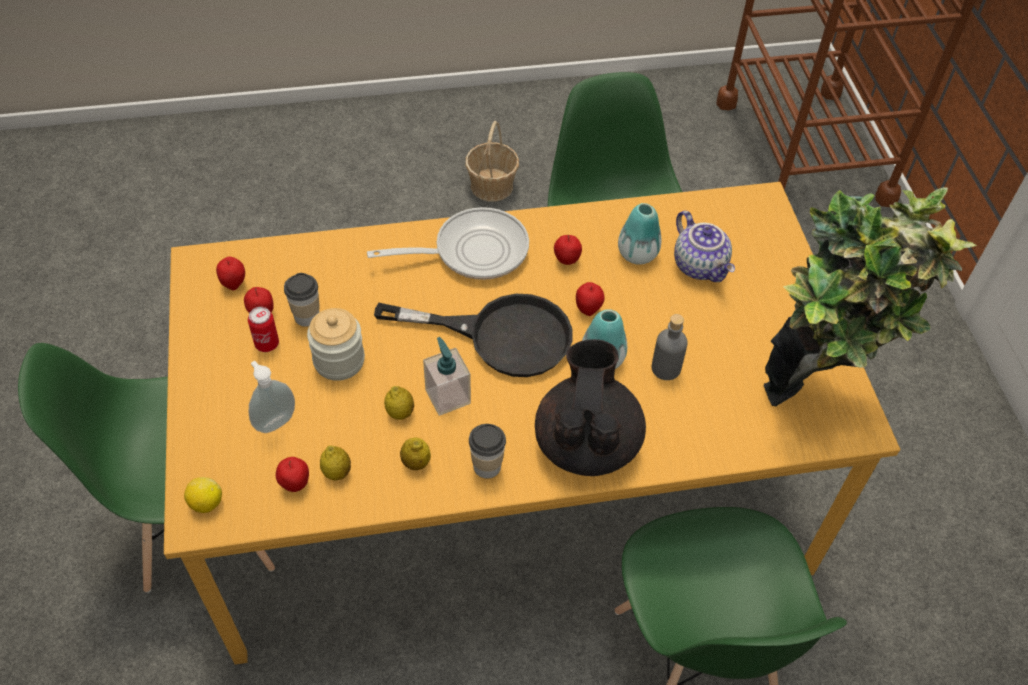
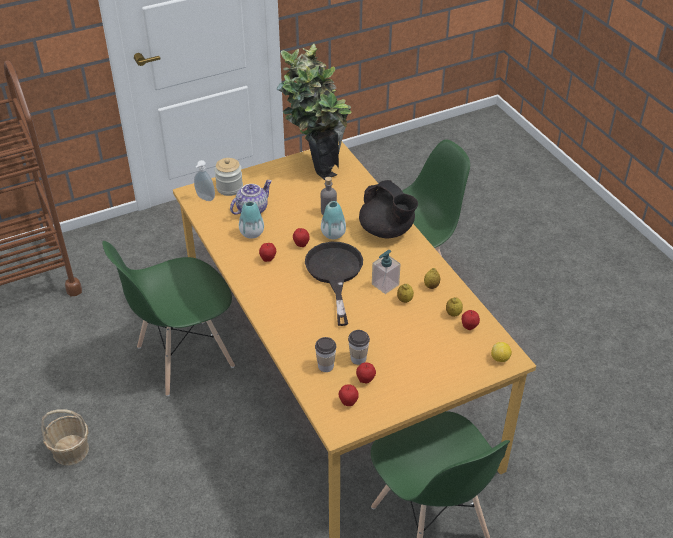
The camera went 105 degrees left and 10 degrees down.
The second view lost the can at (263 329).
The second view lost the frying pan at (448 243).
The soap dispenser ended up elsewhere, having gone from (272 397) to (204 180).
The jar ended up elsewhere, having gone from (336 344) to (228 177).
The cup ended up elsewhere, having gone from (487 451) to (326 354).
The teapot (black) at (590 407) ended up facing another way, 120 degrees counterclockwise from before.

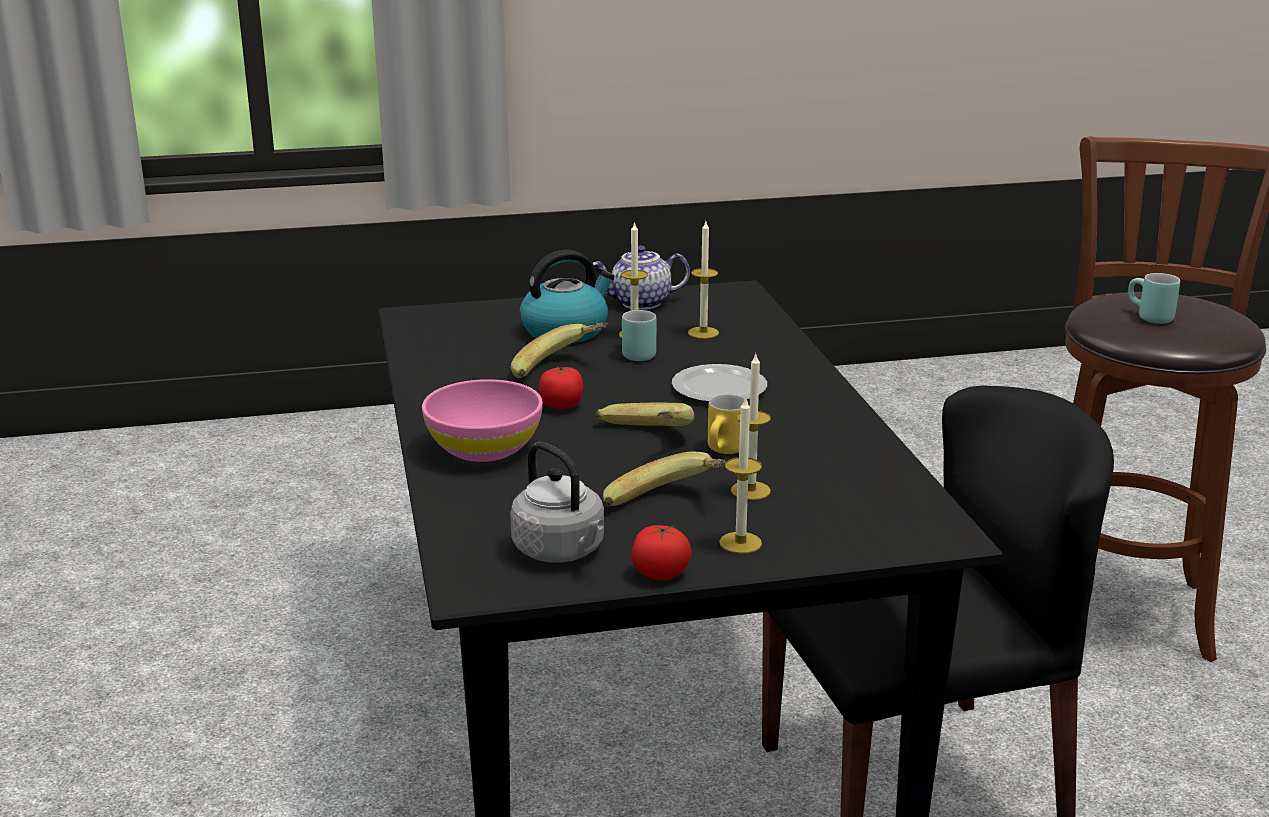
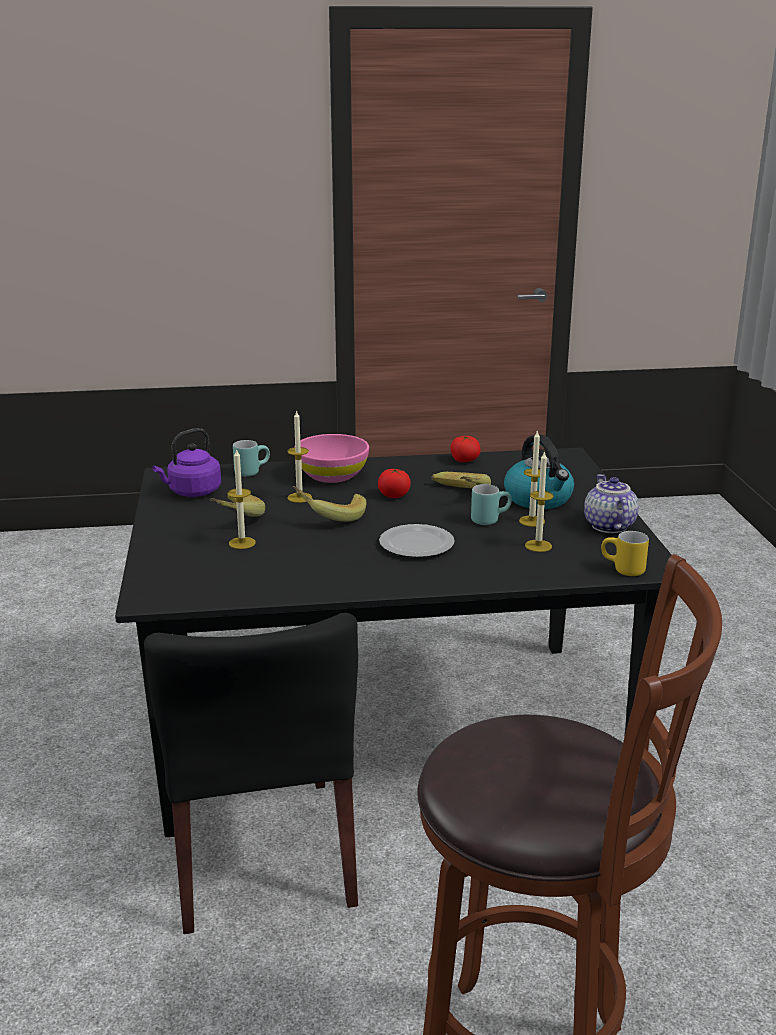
The camera went 95 degrees right and 0 degrees up.
The tomato ended up elsewhere, having gone from (661 552) to (466 449).
The mug (yellow) ended up elsewhere, having gone from (728 424) to (625 553).
The candle ended up elsewhere, having gone from (740 475) to (299 456).
The mug (turquoise) ended up elsewhere, having gone from (1154 298) to (251 458).
What was the kettle (grey) at (557 502) turned into the kettle (purple) at (186 462).

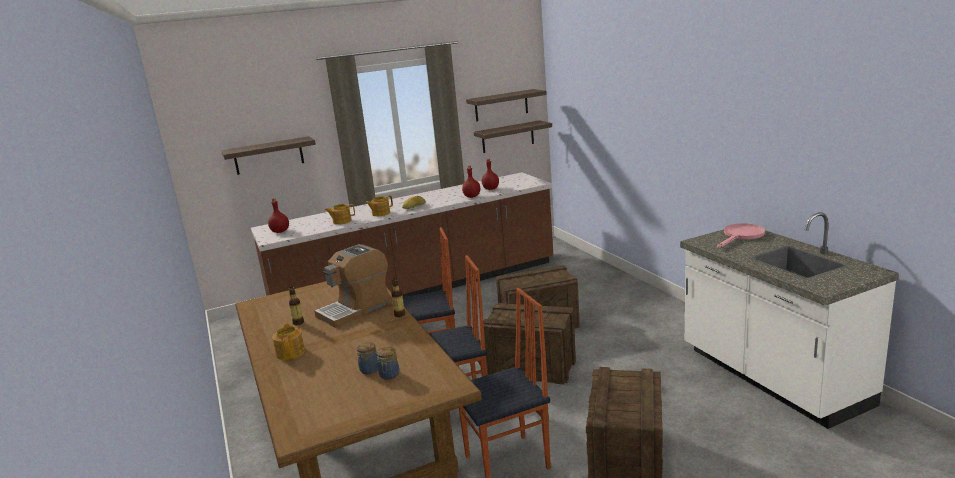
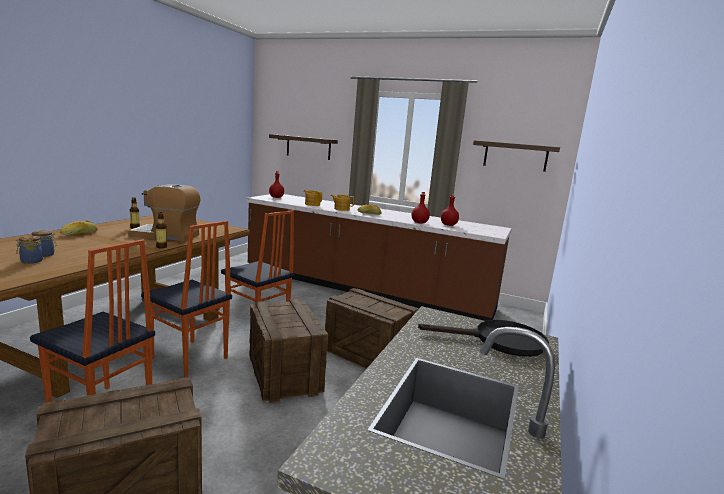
The camera went 45 degrees right and 5 degrees down.
The second view lost the shelf at (513 136).
Where the teapot stood at (288 341), the bread came to stand at (79 228).
What was the frying pan (pink) at (741 235) turned into the frying pan (black) at (483 338).

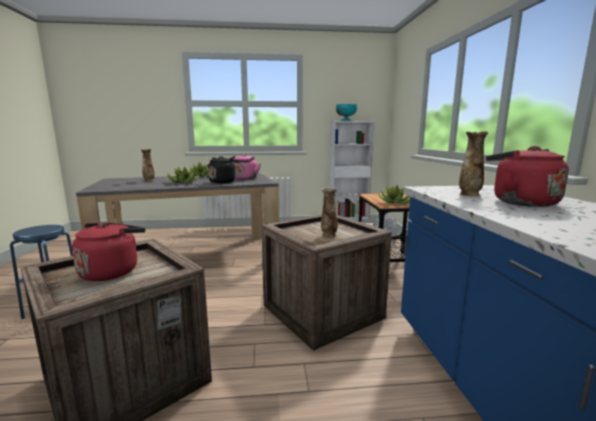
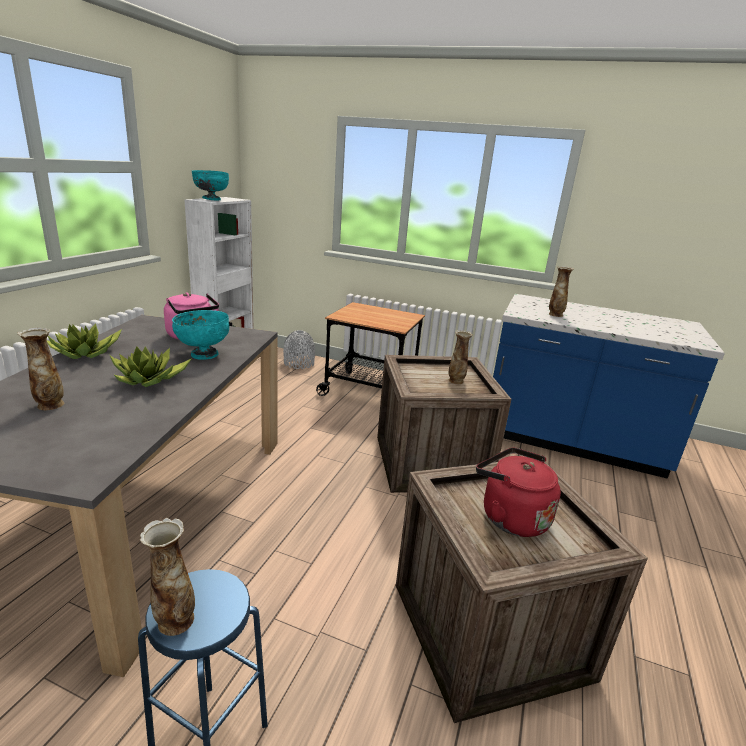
The camera went 65 degrees left and 10 degrees up.
The second view lost the potted plant at (393 194).
The second view lost the kettle (red) at (527 176).
The second view gained the vase at (167 577).
Where the kettle (black) stood at (223 169), the bowl (turquoise) came to stand at (200 335).

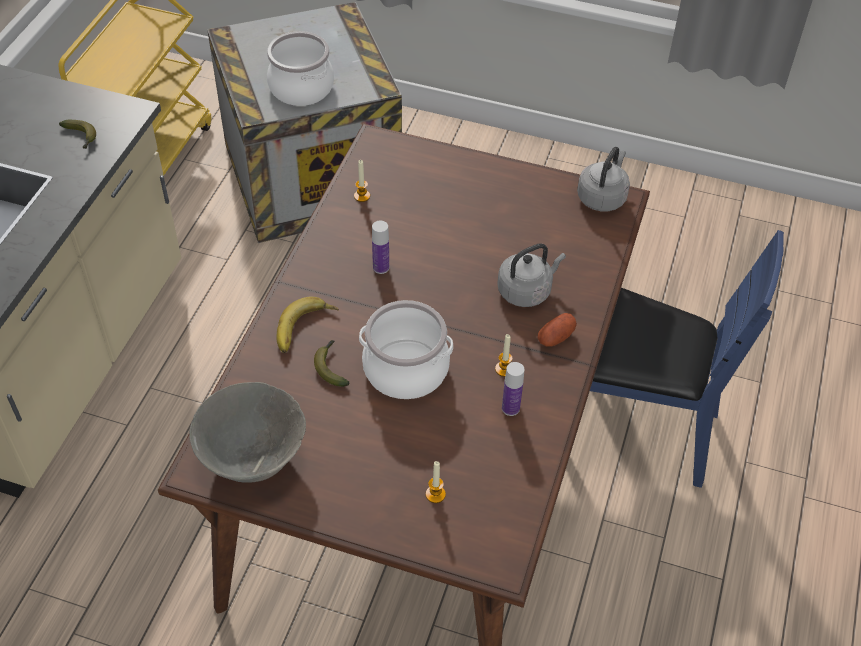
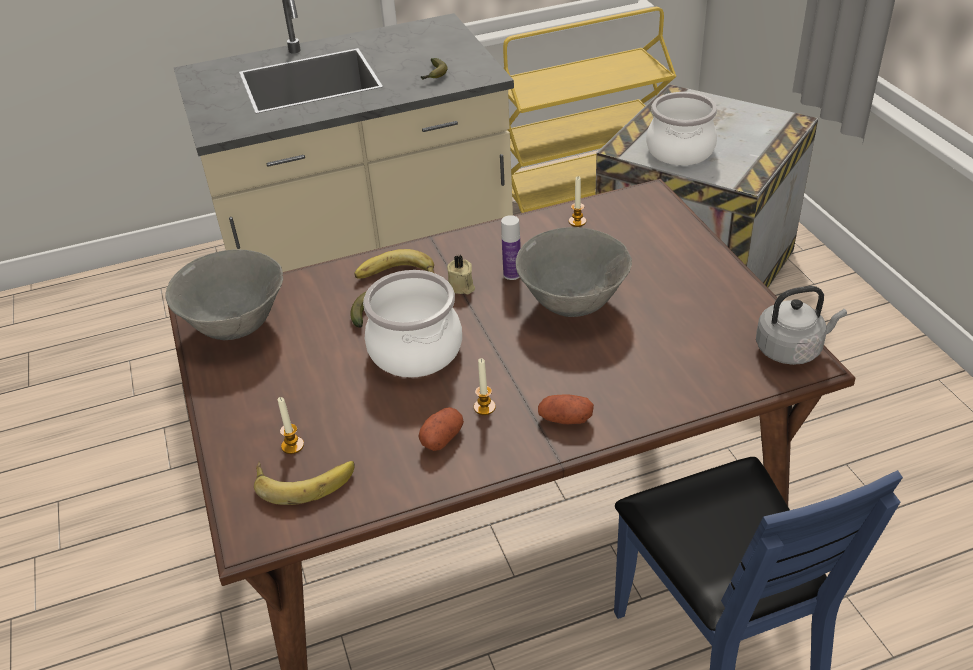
The camera went 55 degrees right and 10 degrees down.
The second view lost the kettle (grey) at (531 275).
The second view gained the banana at (304 483).
The second view gained the candle (beige) at (461 274).
The second view gained the bowl (grey) at (574 272).
Where the bottle stood at (513 389), the potato came to stand at (441 429).

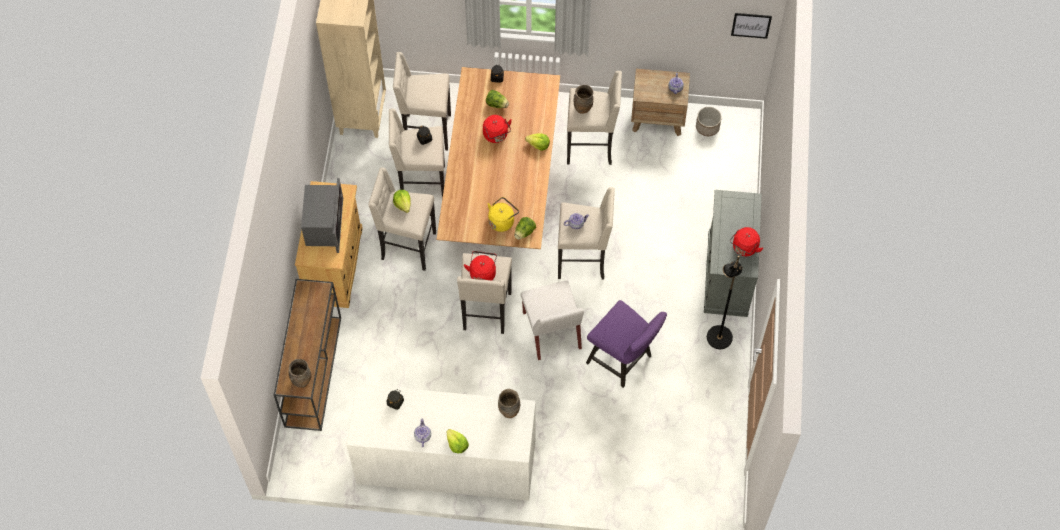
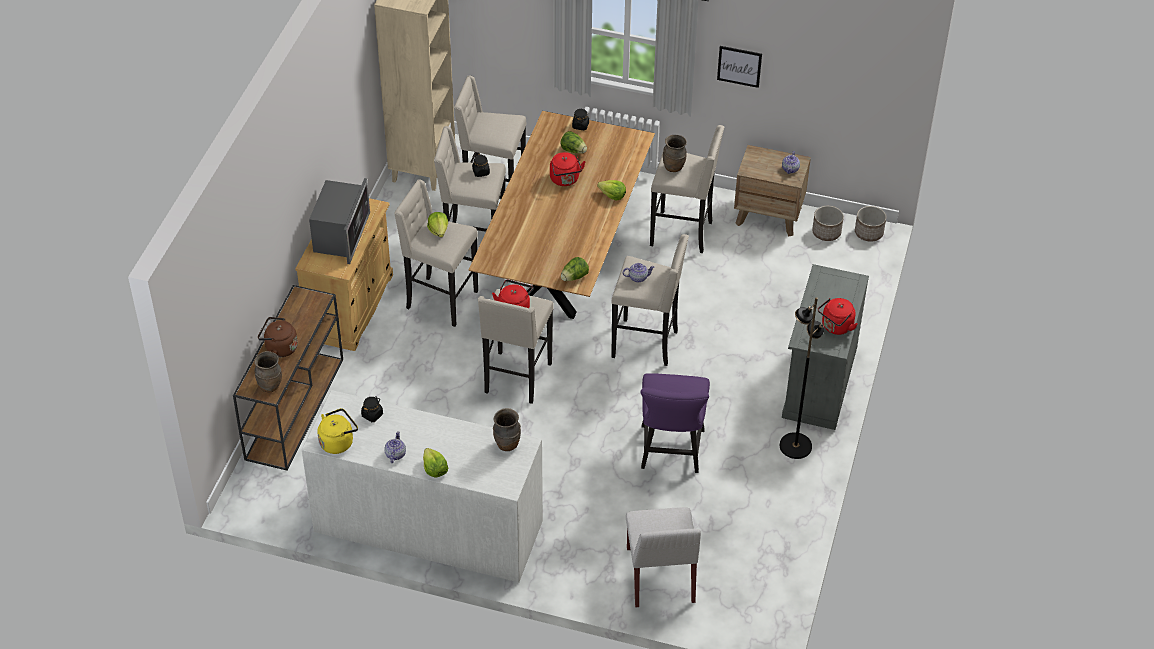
The camera went 10 degrees right and 15 degrees down.
The second view gained the kettle (brown) at (278 337).
The second view gained the planter at (870 224).
The kettle (yellow) ended up elsewhere, having gone from (503 214) to (338 431).
The chair (white) ended up elsewhere, having gone from (552 320) to (663 557).
The picture ended up elsewhere, having gone from (751 26) to (739 67).
The chair (purple) at (626 344) ended up facing another way, 45 degrees clockwise from before.

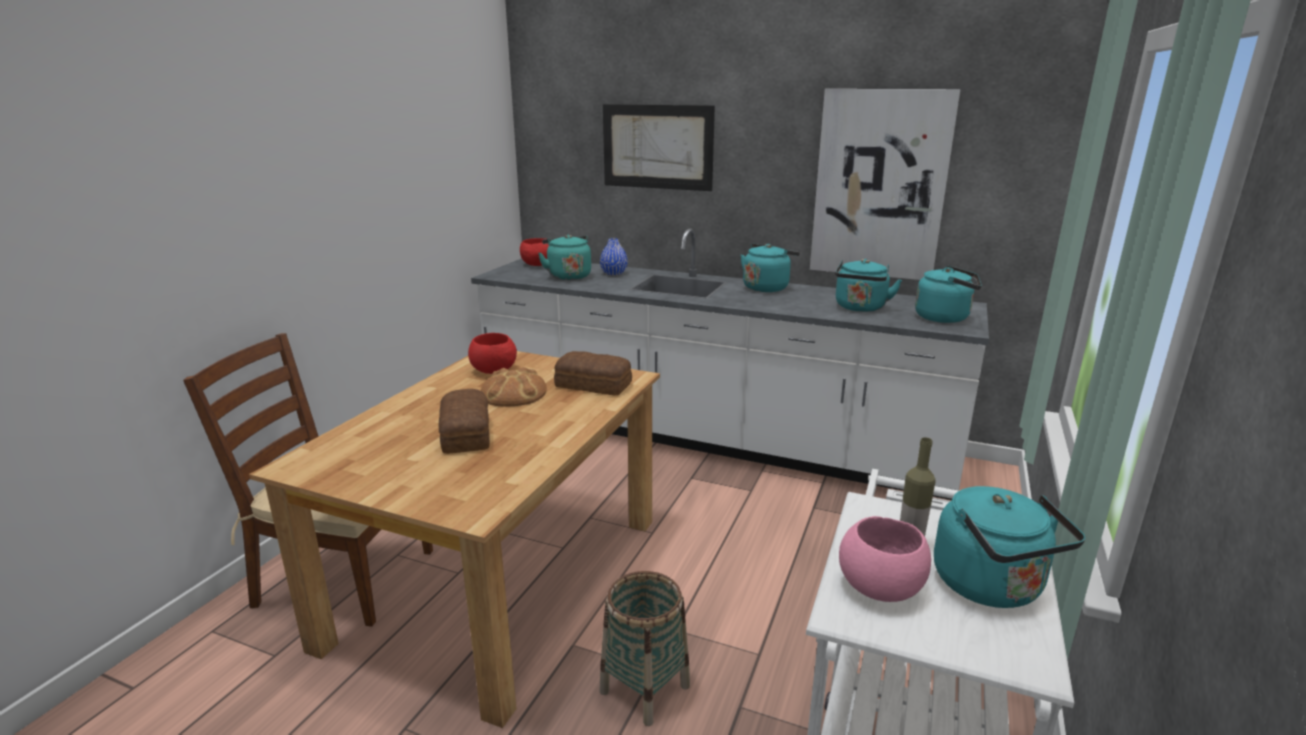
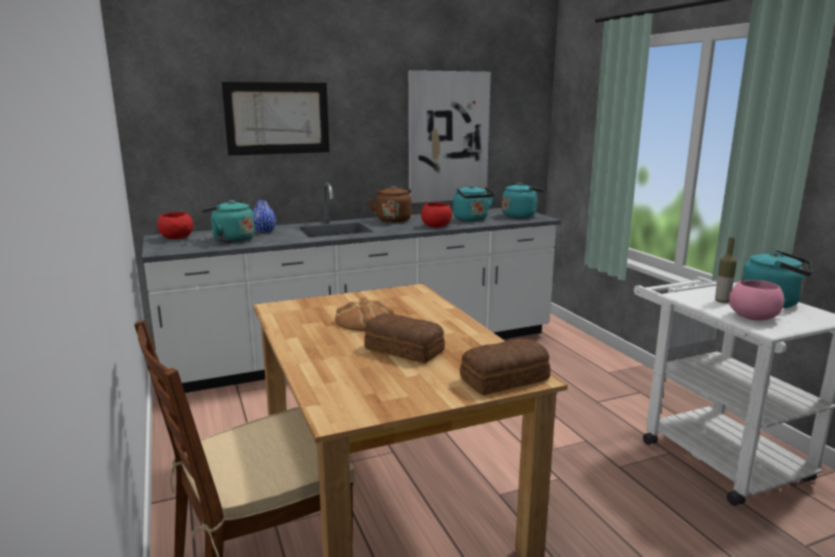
The camera went 45 degrees left and 5 degrees down.
The second view lost the basket at (644 648).
The bowl (red) ended up elsewhere, having gone from (492 353) to (436 215).
The bread ended up elsewhere, having gone from (593 373) to (505 367).
What was the kettle (turquoise) at (770 268) turned into the kettle (brown) at (390 204).

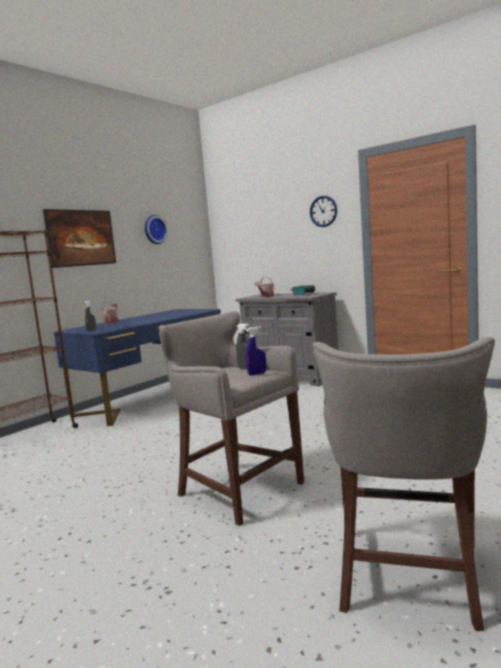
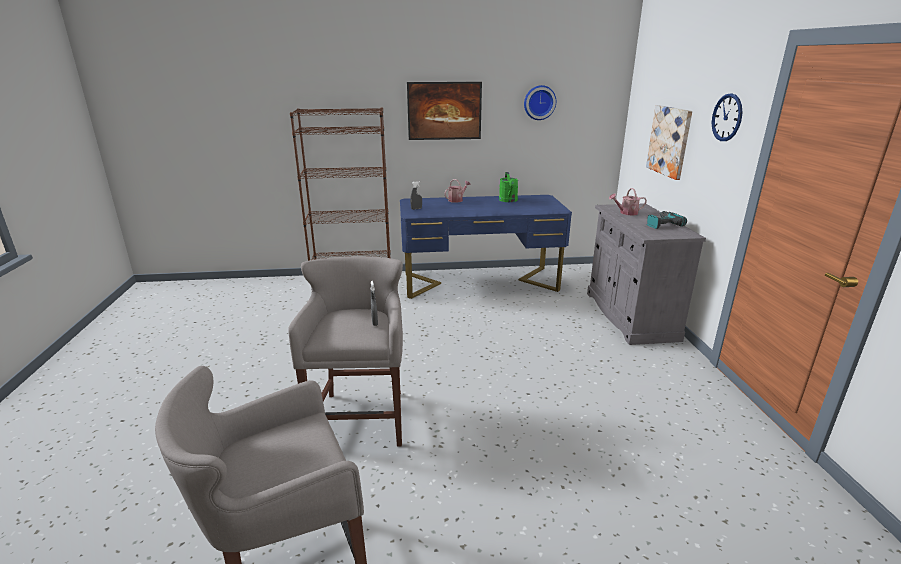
The camera went 45 degrees right and 15 degrees up.
The second view lost the spray bottle (blue) at (256 351).
The second view gained the watering can (green) at (508 187).
The second view gained the picture at (669 142).

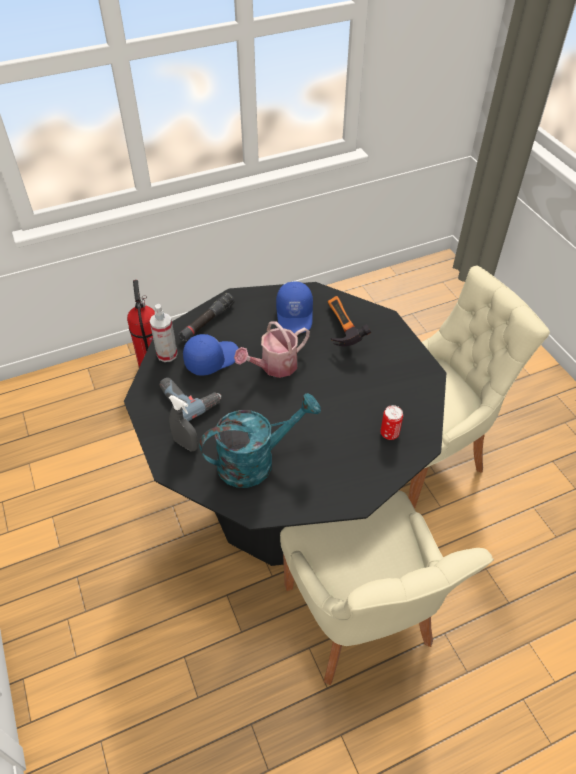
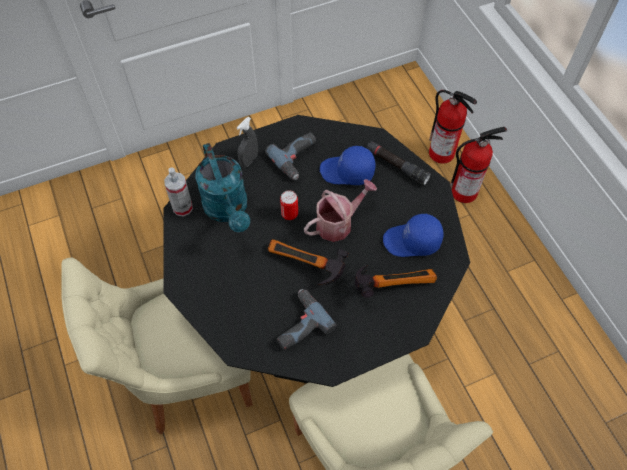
The camera went 90 degrees right and 10 degrees up.
The second view gained the hammer at (308 262).
The second view gained the power drill at (306 319).
The second view gained the fire extinguisher at (453 127).
The spray bottle ended up elsewhere, having gone from (164 333) to (178 191).
The can ended up elsewhere, having gone from (392 422) to (289 205).
The cap (blue) at (211 354) ended up facing another way, 135 degrees clockwise from before.
The watering can at (272 349) ended up facing another way, 90 degrees clockwise from before.

